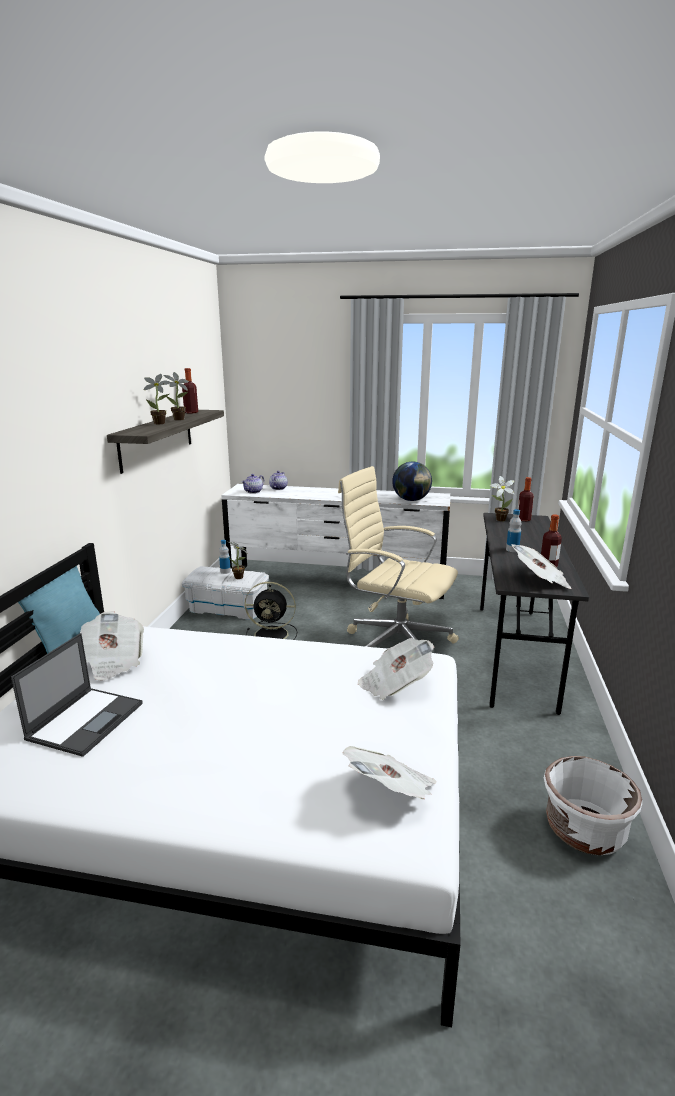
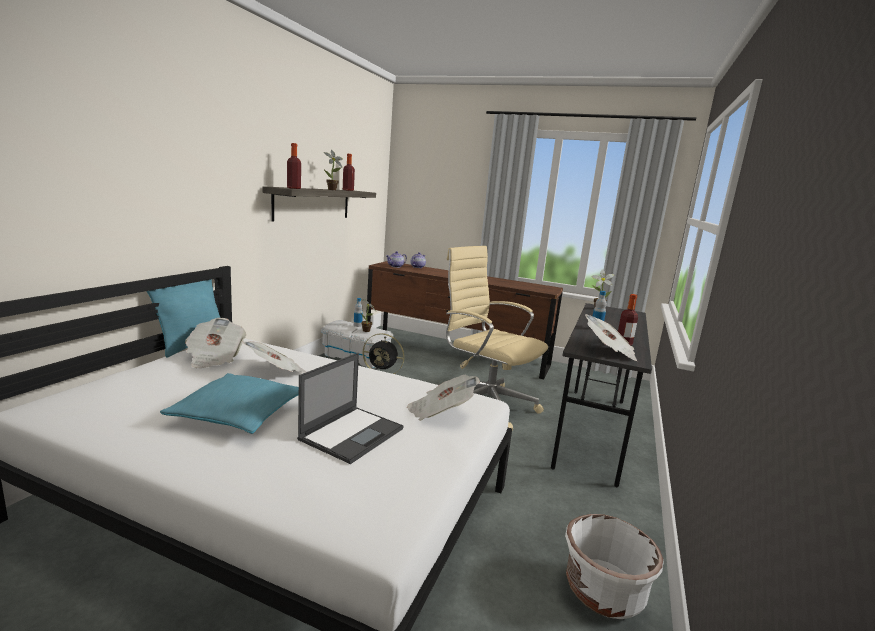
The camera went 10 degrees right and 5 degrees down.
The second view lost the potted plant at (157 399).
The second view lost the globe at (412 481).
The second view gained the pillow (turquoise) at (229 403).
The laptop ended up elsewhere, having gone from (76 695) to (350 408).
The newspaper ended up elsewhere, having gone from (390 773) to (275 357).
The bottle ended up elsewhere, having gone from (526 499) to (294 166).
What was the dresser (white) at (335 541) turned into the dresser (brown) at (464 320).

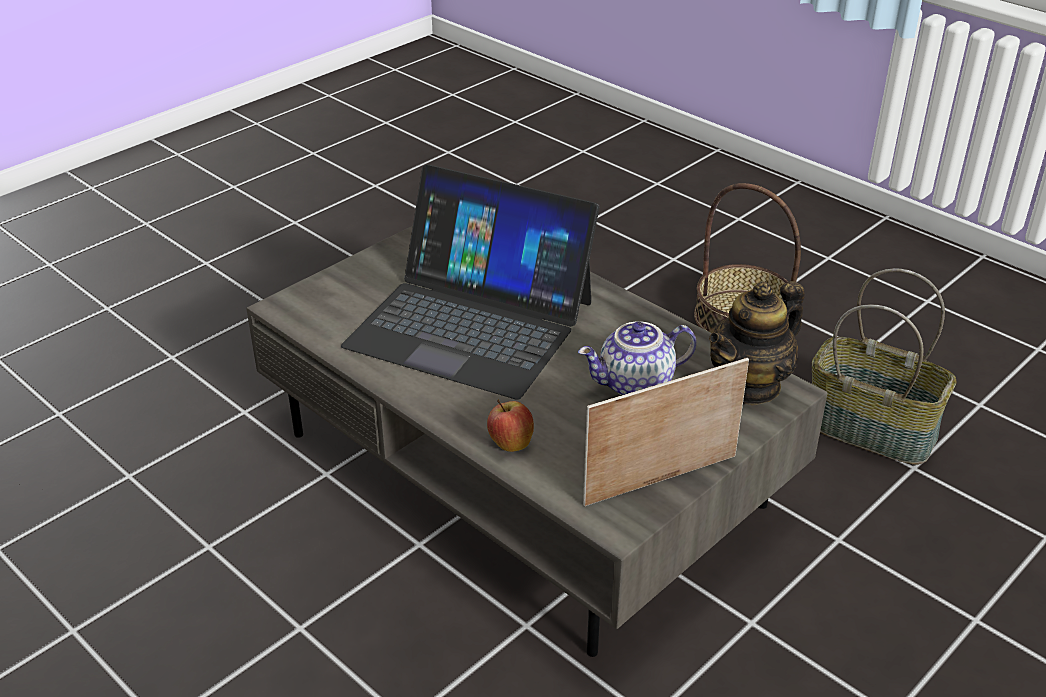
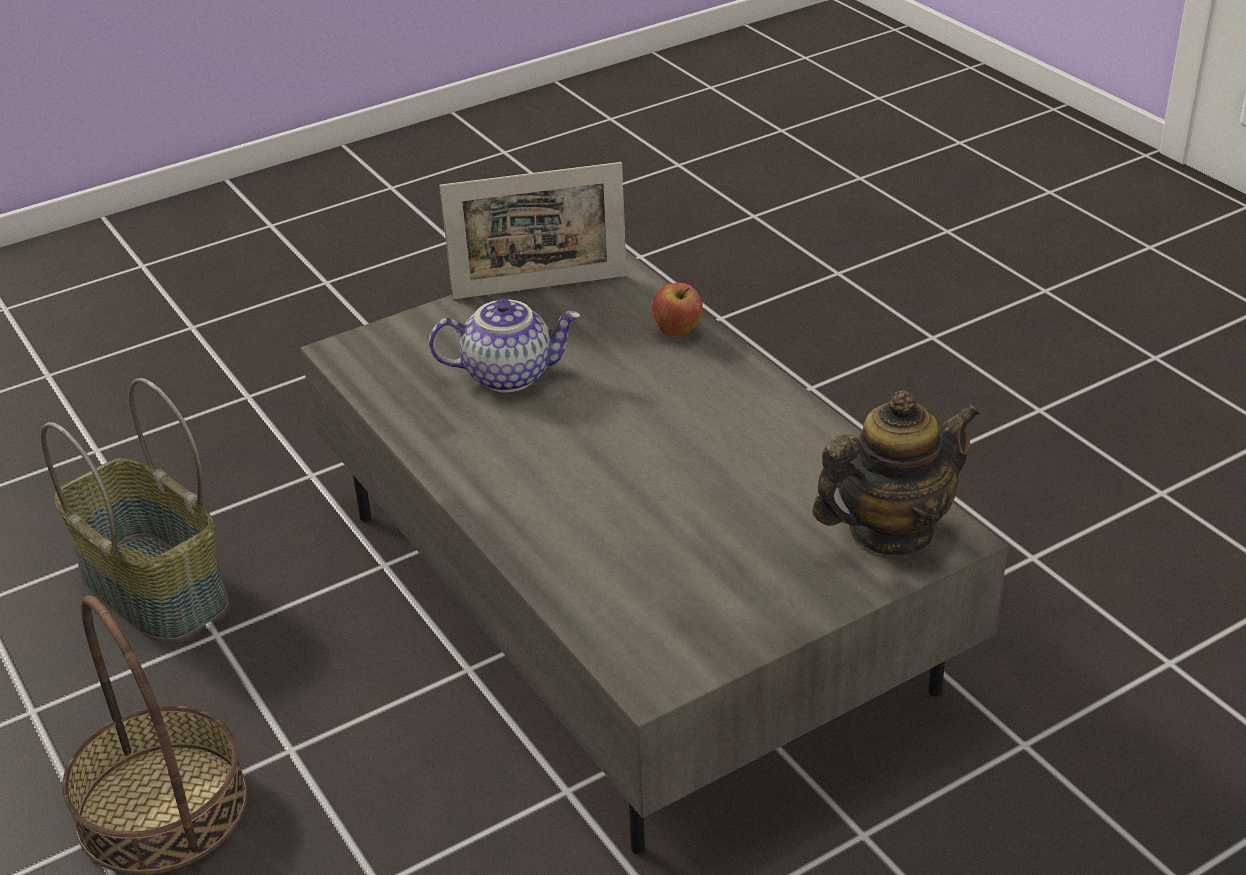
The camera went 165 degrees left and 0 degrees up.
The second view lost the laptop at (470 282).
The teapot ended up elsewhere, having gone from (757 343) to (896 472).

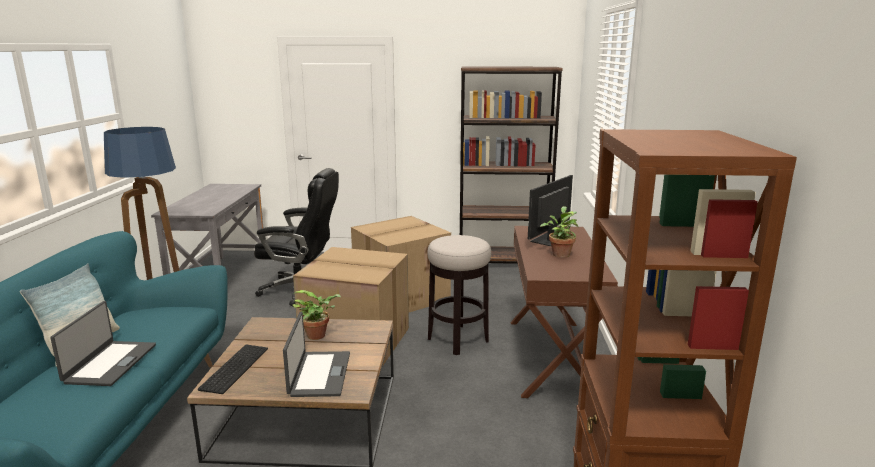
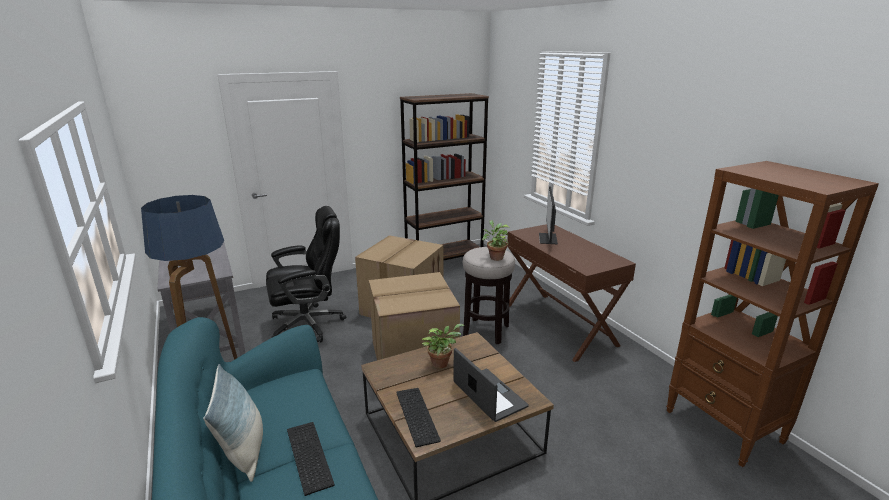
The camera went 30 degrees left and 5 degrees up.
The potted plant ended up elsewhere, having gone from (559 232) to (496 240).
Where the laptop stood at (103 343), the keyboard came to stand at (310 459).

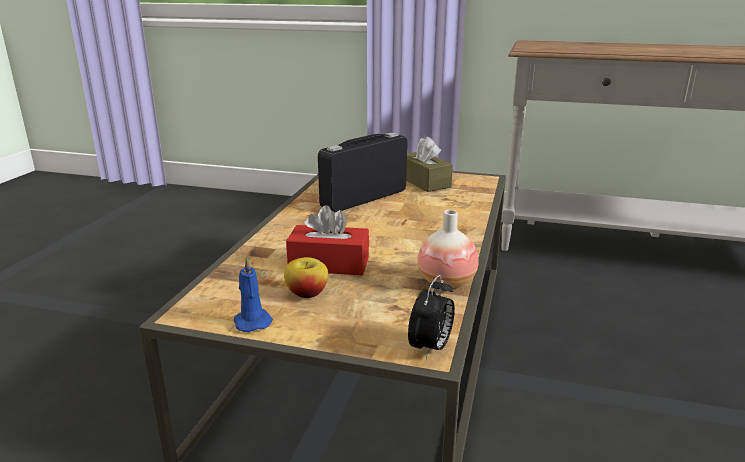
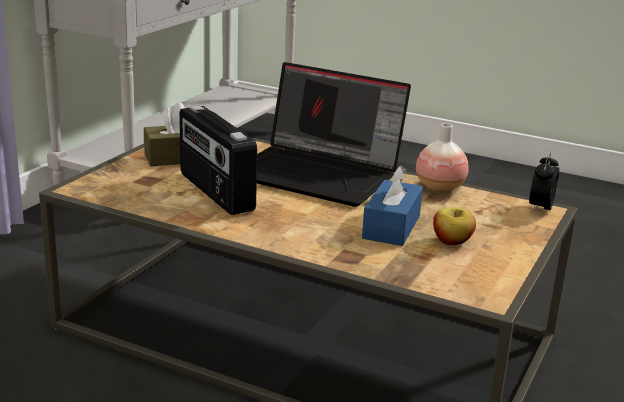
The camera went 80 degrees left and 0 degrees up.
The second view lost the candle (blue) at (253 294).
The second view gained the laptop at (334 134).
What was the tissue box (red) at (327 240) turned into the tissue box (blue) at (392 206).
The alarm clock at (431 317) ended up facing another way, 105 degrees counterclockwise from before.

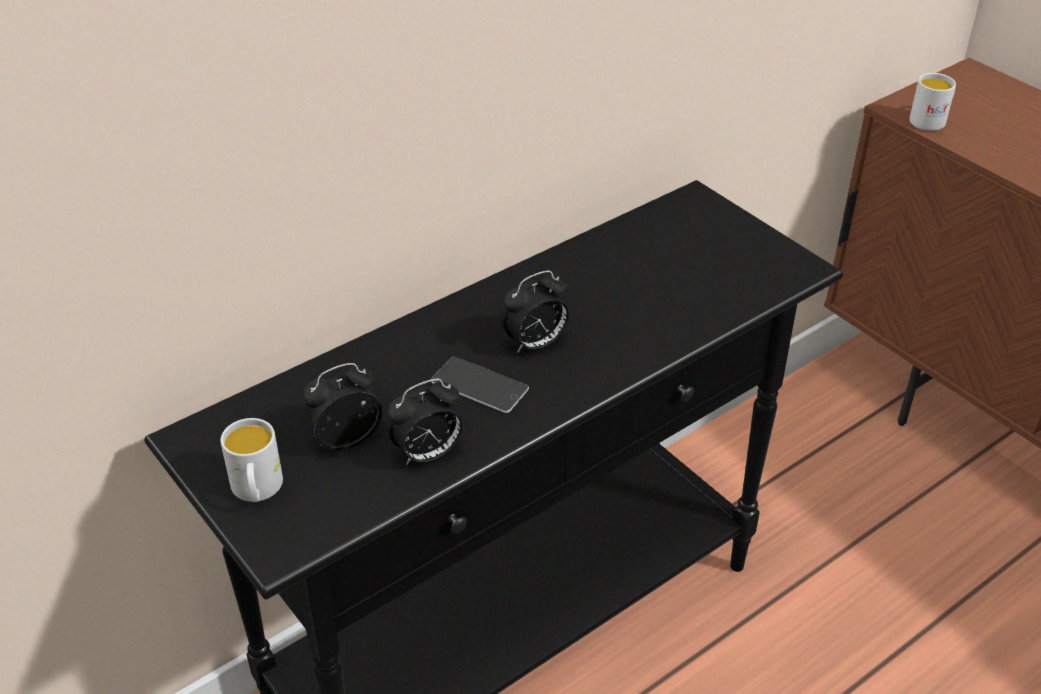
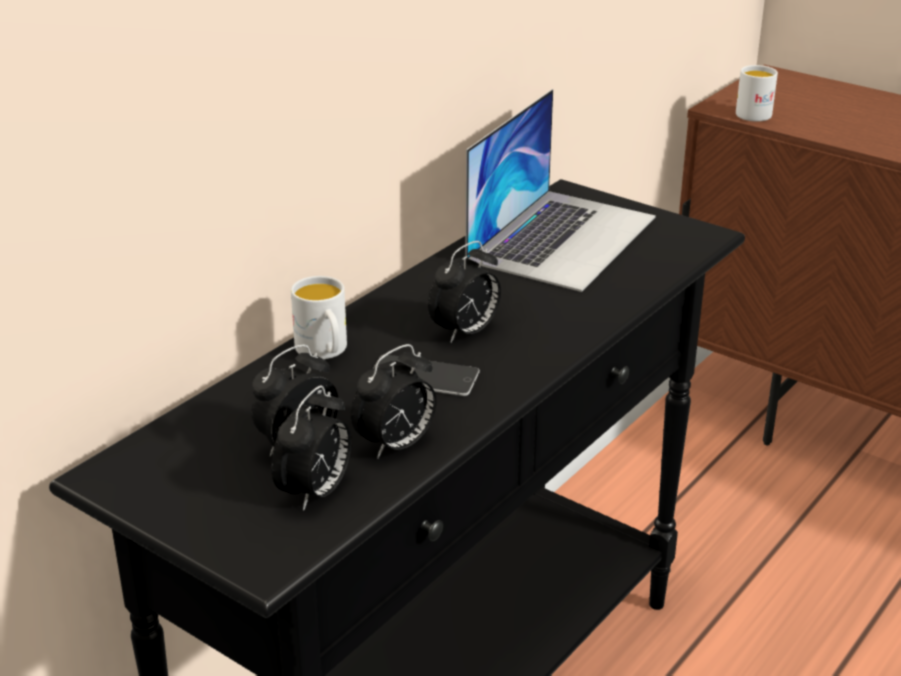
The camera went 15 degrees left and 10 degrees down.
The second view gained the alarm clock at (311 448).
The second view gained the laptop at (560 190).
The mug (white) ended up elsewhere, having gone from (251 460) to (319 317).

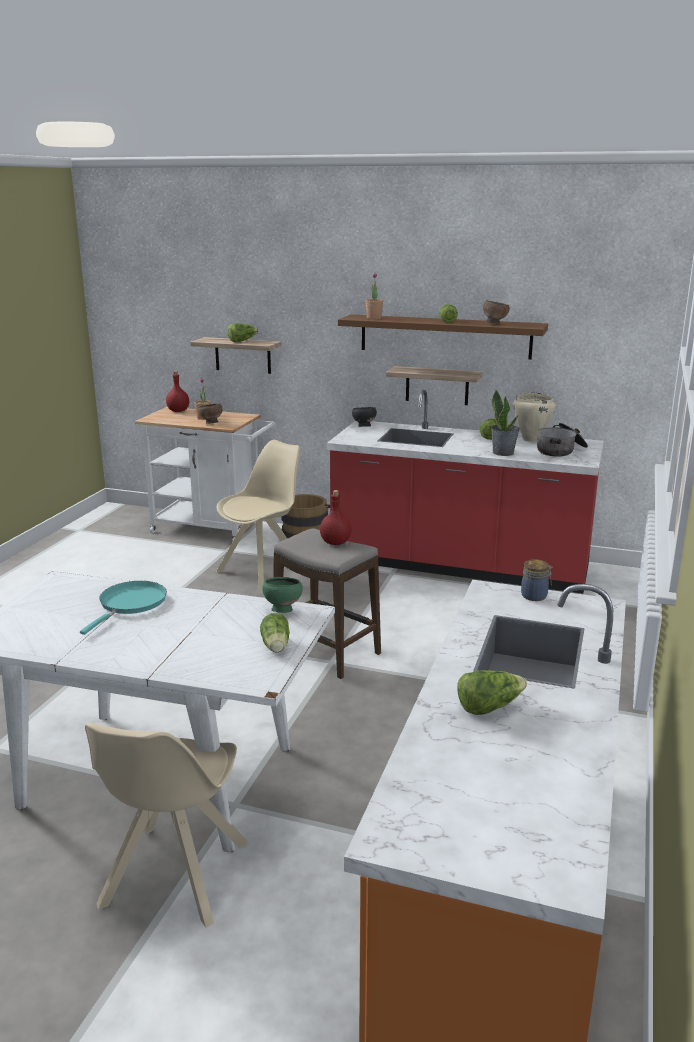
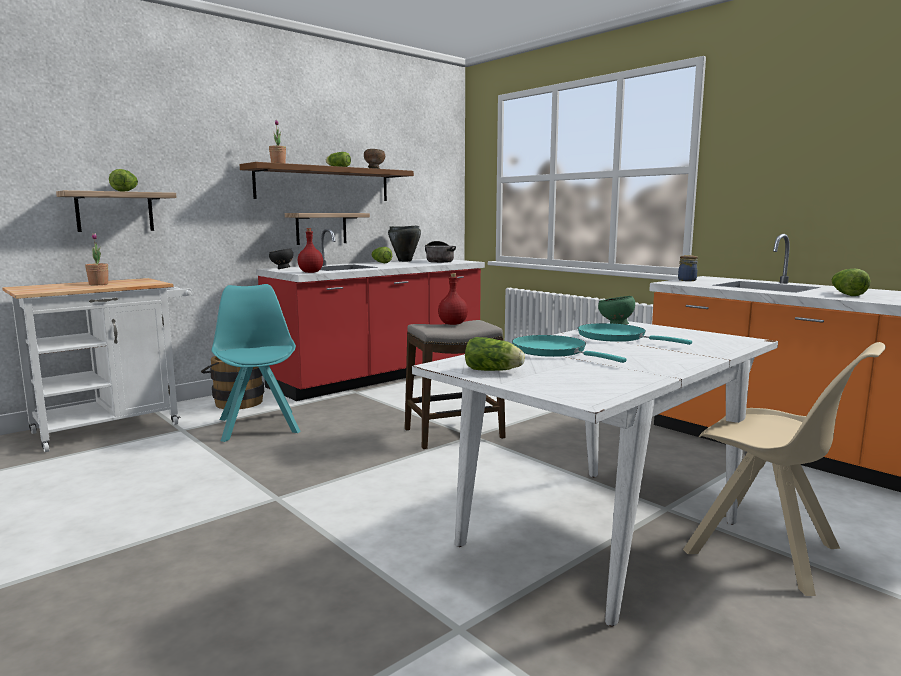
The camera went 60 degrees left and 10 degrees down.
The second view lost the bowl (brown) at (210 413).
The second view lost the potted plant at (505 423).
The second view gained the frying pan (turquoise) at (635 334).
The bottle (red) ended up elsewhere, having gone from (177 391) to (310 250).
The lettuce ended up elsewhere, having gone from (275 632) to (495 354).
What was the chair (beige) at (258 514) turned into the chair (turquoise) at (256 363).
What was the cooking pot (beige) at (534 417) turned into the cooking pot (black) at (404 243).

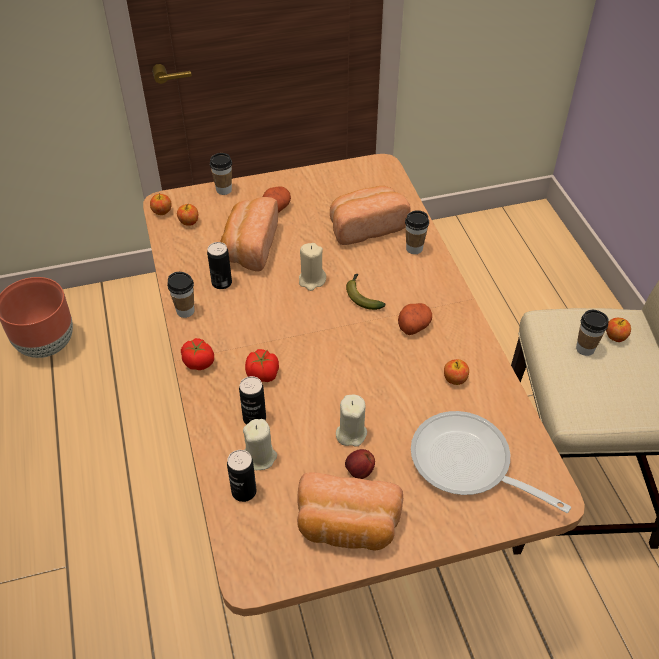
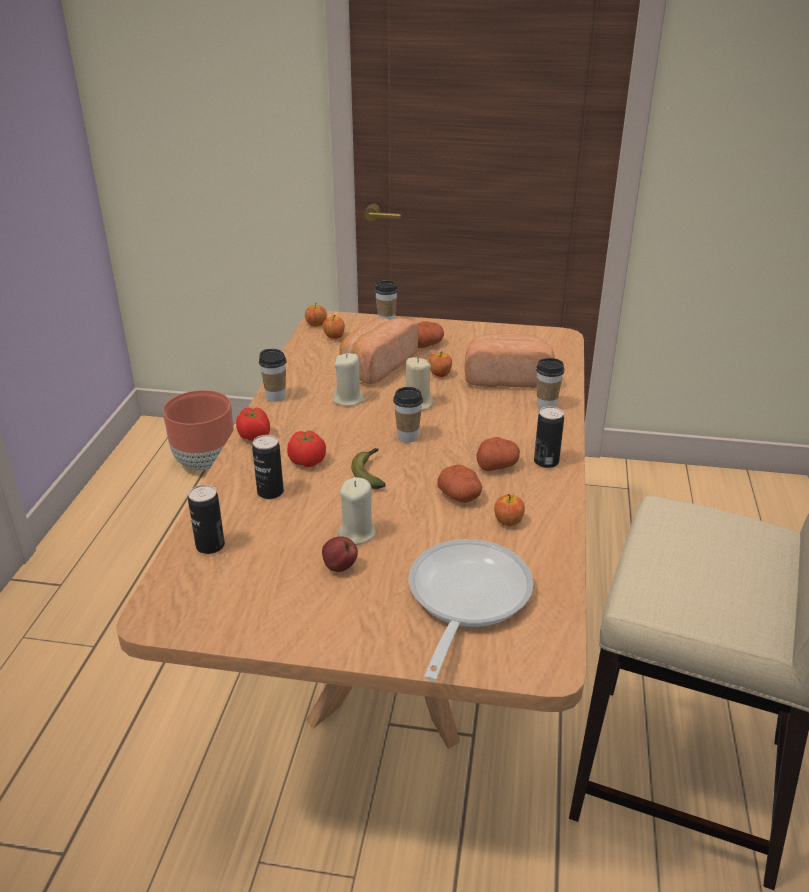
The camera went 25 degrees right and 15 degrees down.
The second view lost the bread at (350 511).
The second view gained the potato at (460 484).
The can ended up elsewhere, having gone from (219 265) to (549 437).
The candle (beige) ended up elsewhere, having gone from (260 444) to (349 379).
The banana ended up elsewhere, having gone from (365 292) to (368 468).
The cup ended up elsewhere, having gone from (592 333) to (408 415).
The apple ended up elsewhere, having gone from (618 330) to (440 364).
The frying pan at (491 462) ended up facing another way, 45 degrees clockwise from before.

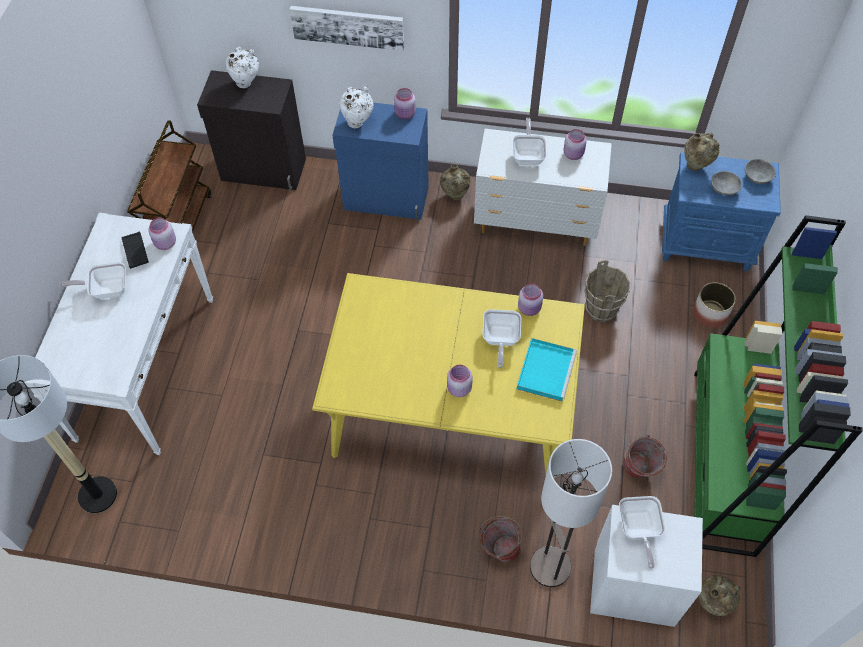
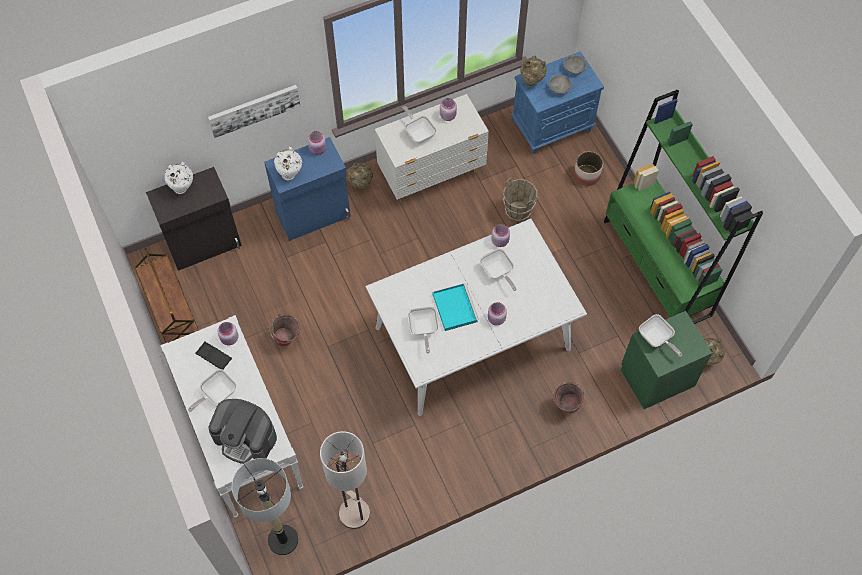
The camera went 35 degrees left and 5 degrees up.
The second view gained the coffee machine at (243 431).
The second view gained the frying pan at (423 330).
The tray (turquoise) ended up elsewhere, having gone from (547 369) to (456 307).
The floor lamp ended up elsewhere, having gone from (571 513) to (345 480).
The bucket ended up elsewhere, having gone from (645 456) to (284 330).
What was the dining table (yellow) at (448 373) turned into the dining table (white) at (476 317).
What was the nightstand (white) at (646 566) turned into the nightstand (green) at (666 360).

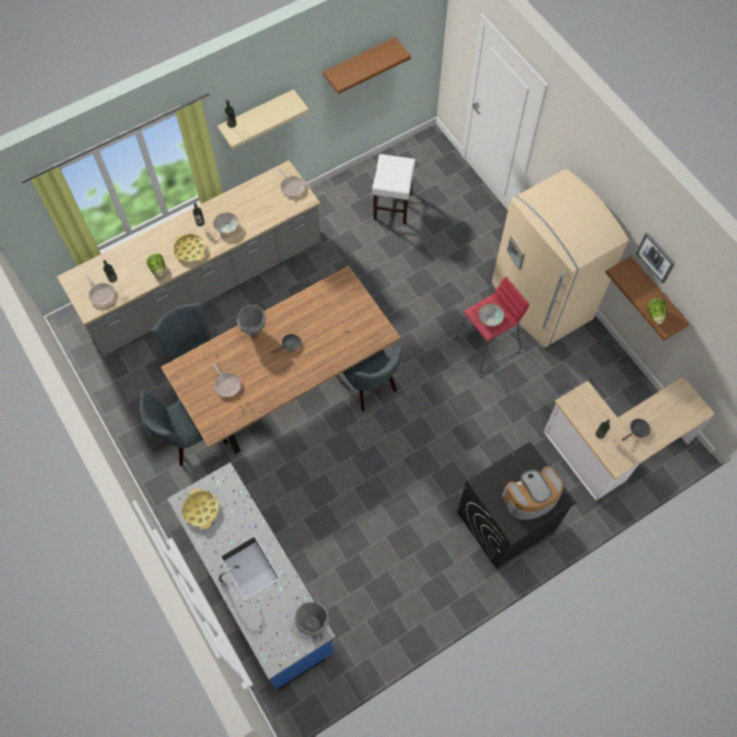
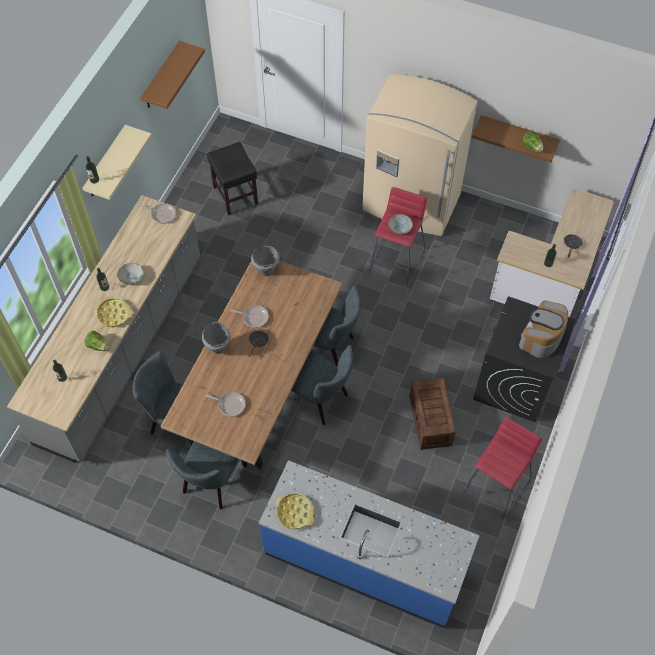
The camera went 35 degrees left and 5 degrees down.
The second view lost the picture at (655 258).
The second view gained the chair (grey) at (322 385).
The second view gained the crate at (433 413).
The second view gained the stool (red) at (502 468).
The frying pan ended up elsewhere, having gone from (100 291) to (249 316).
The cooking pot (grey) ended up elsewhere, having gone from (312 619) to (265 261).
What was the stool (white) at (394 189) turned into the stool (black) at (232 178).

